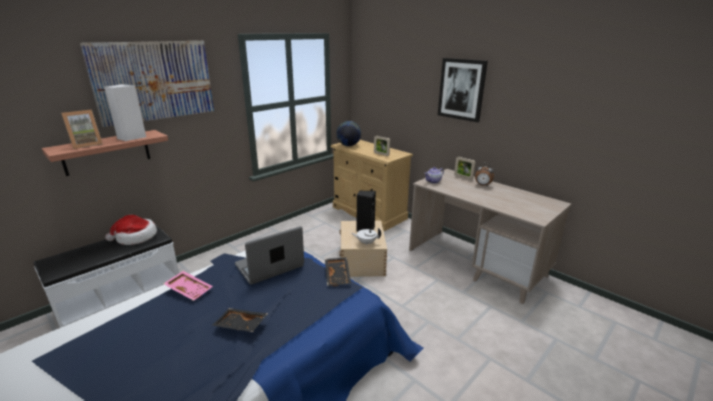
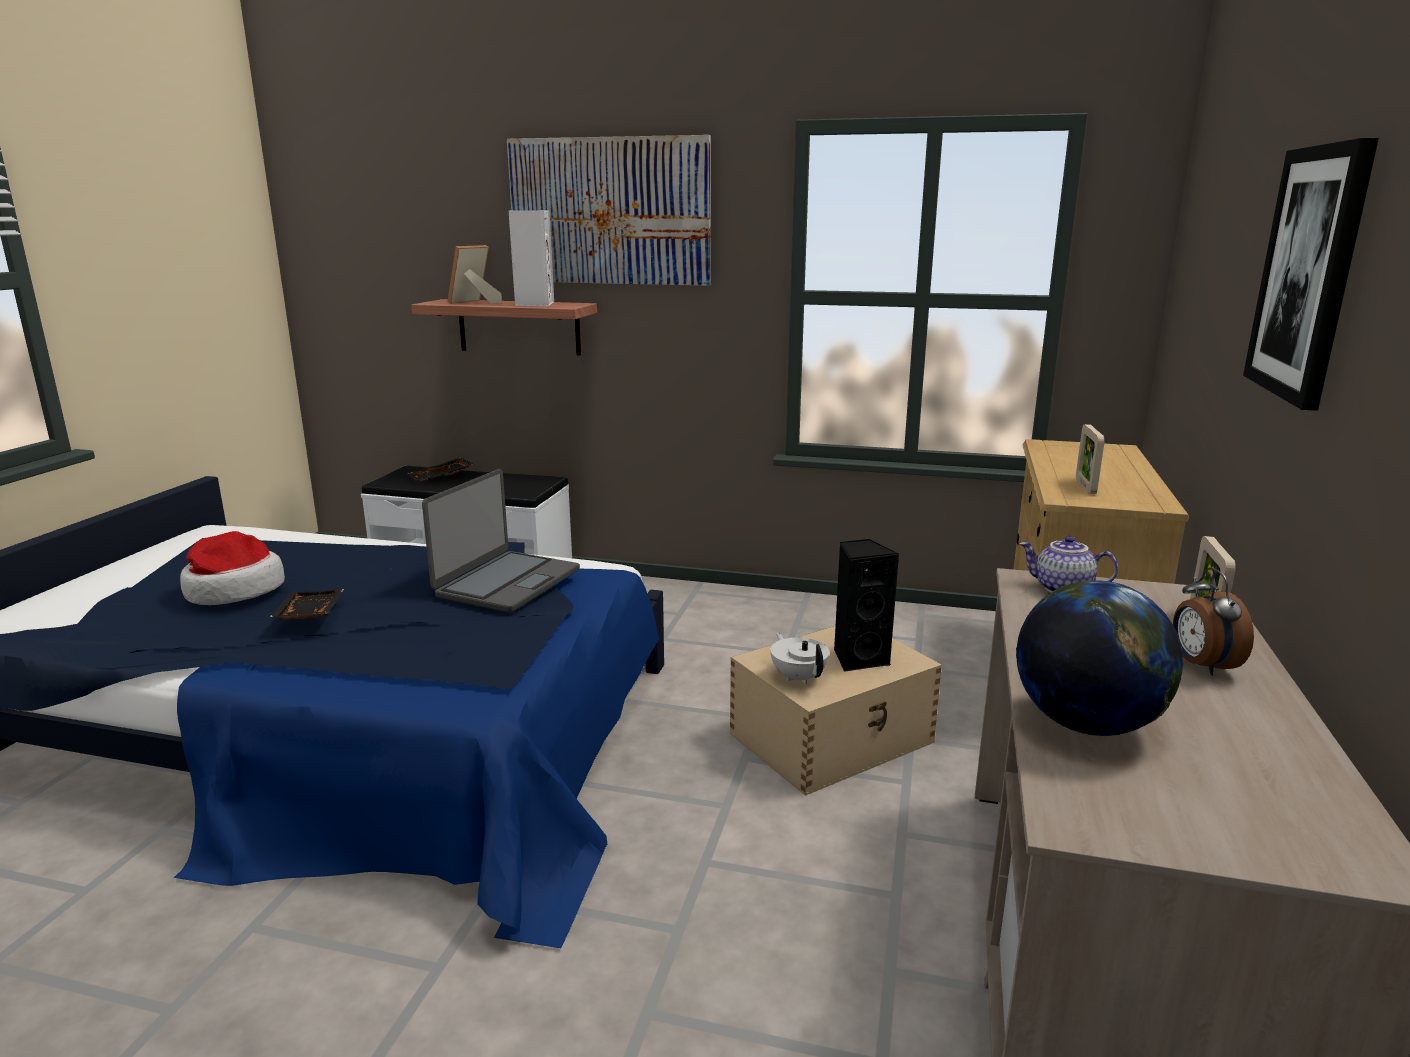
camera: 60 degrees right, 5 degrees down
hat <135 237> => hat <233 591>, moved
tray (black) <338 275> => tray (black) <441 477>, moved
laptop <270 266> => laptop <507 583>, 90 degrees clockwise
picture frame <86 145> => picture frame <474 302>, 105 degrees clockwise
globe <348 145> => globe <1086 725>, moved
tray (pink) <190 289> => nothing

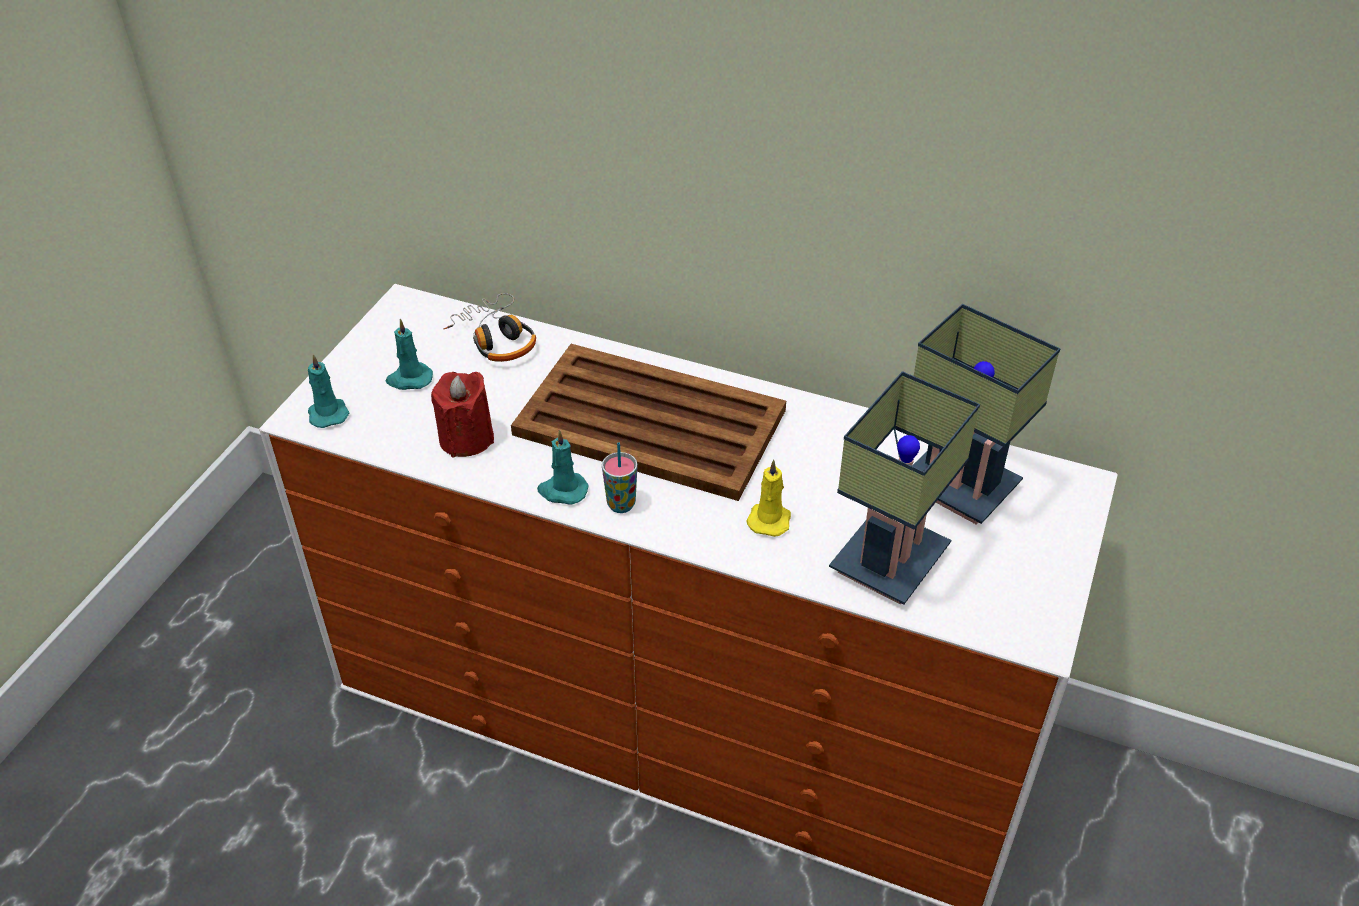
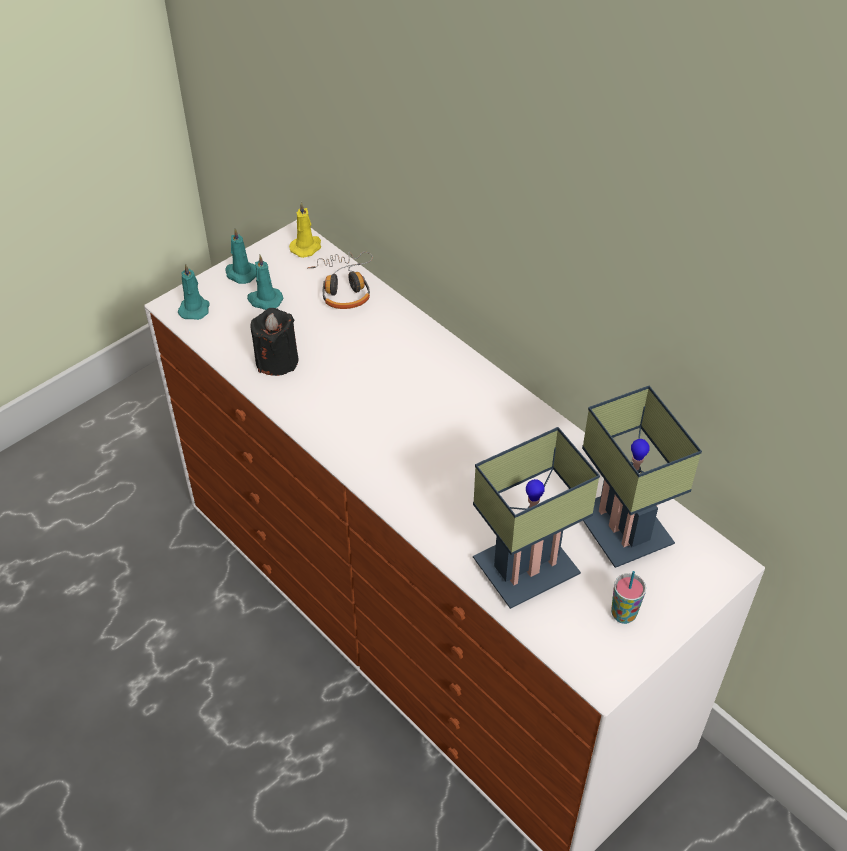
camera: 25 degrees right, 5 degrees up
candle (turquoise) <562 490> => candle (turquoise) <240 273>, moved
candle (red) <466 439> => candle (black) <277 361>
candle (yellow) <769 519> => candle (yellow) <307 247>, moved
cup <621 504> => cup <623 614>, moved
tray (brown) <652 424> => nothing

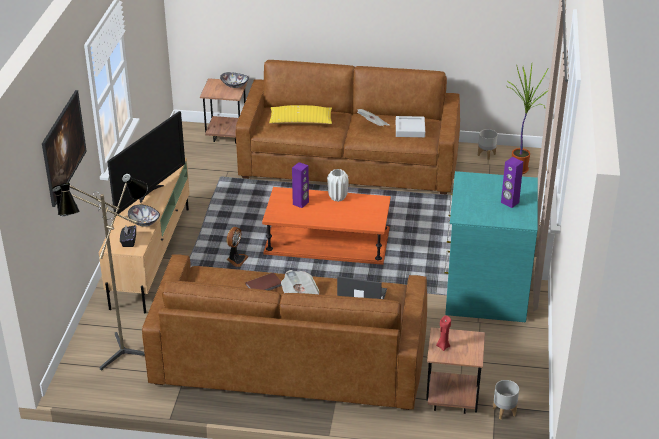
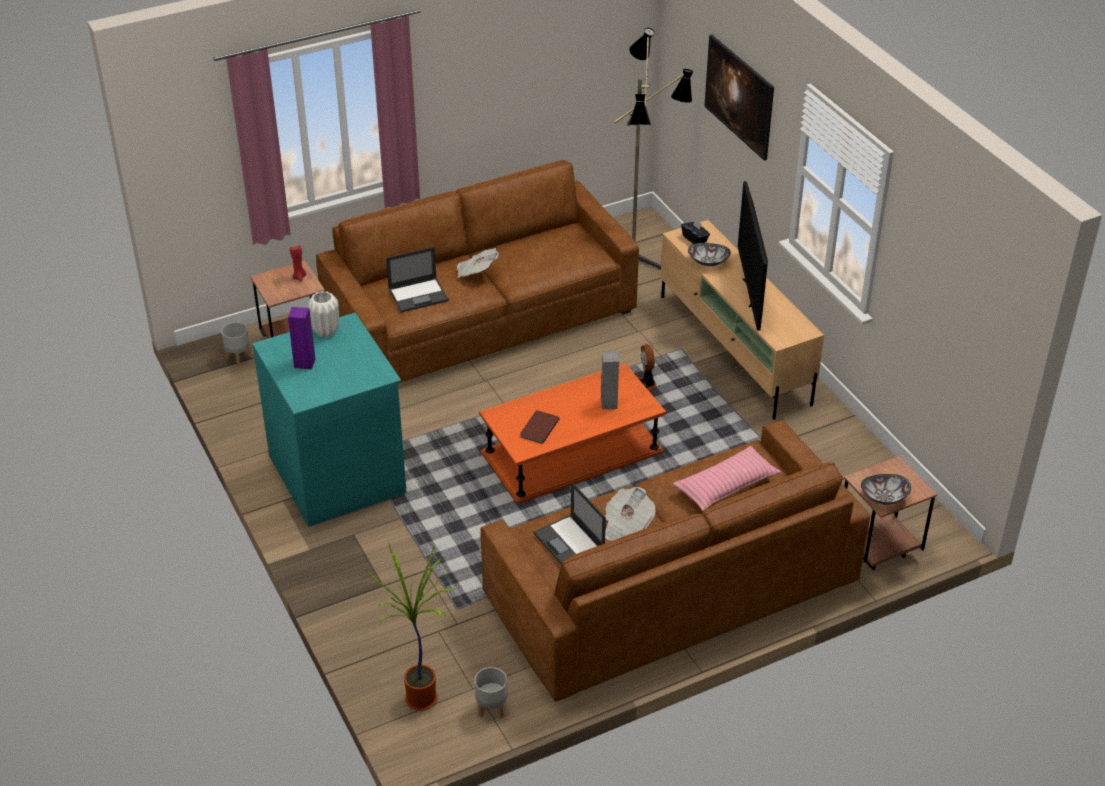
camera: 145 degrees right, 5 degrees up
vase (white) <337 197> => vase (white) <326 332>, moved
book (brown) <265 285> => book (brown) <538 428>, moved
tray (grey) <410 129> => laptop <570 542>
speaker (purple) <301 203> => speaker (grey) <608 403>
pillow (yellow) <301 122> => pillow (pink) <726 486>

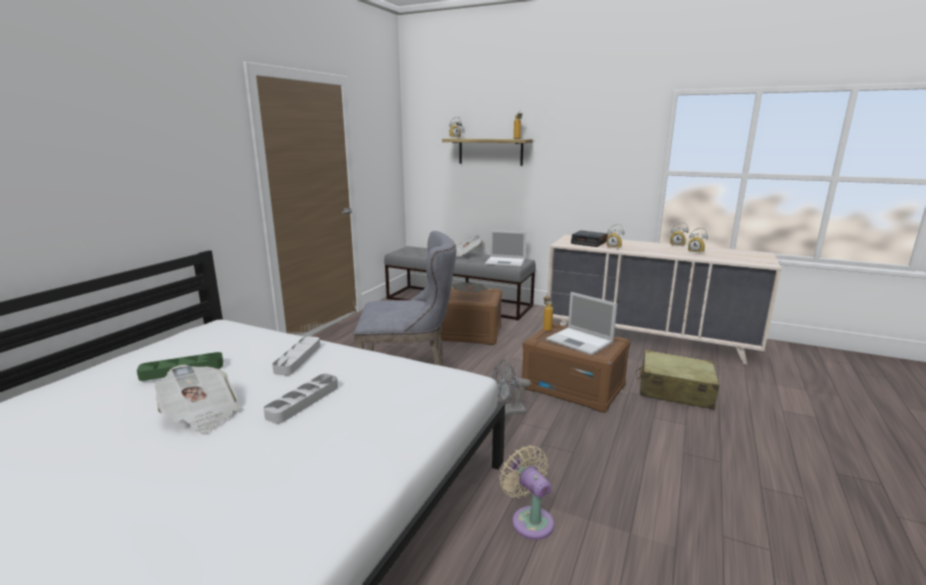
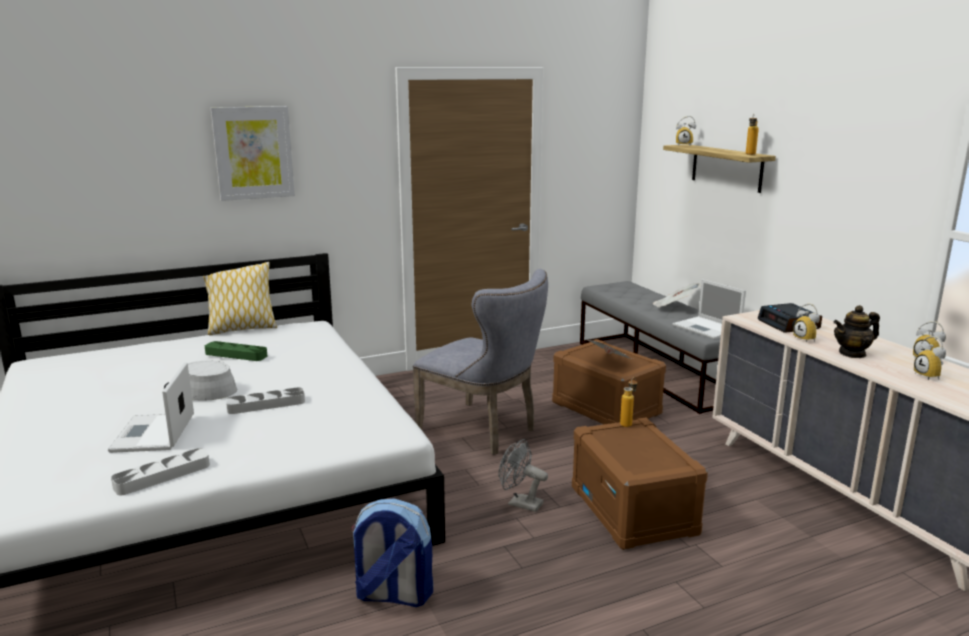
camera: 40 degrees right, 0 degrees up
laptop <580 341> => laptop <153 434>, moved
tray (grey) <298 358> => tray (grey) <162 476>, moved
newspaper <201 415> => hat (grey) <200 390>
nothing => pillow <242 329>
nothing => picture <253 153>
fan (beige) <530 519> => backpack <392 595>
nothing => teapot <852 353>
suitcase (beige) <674 390> => nothing

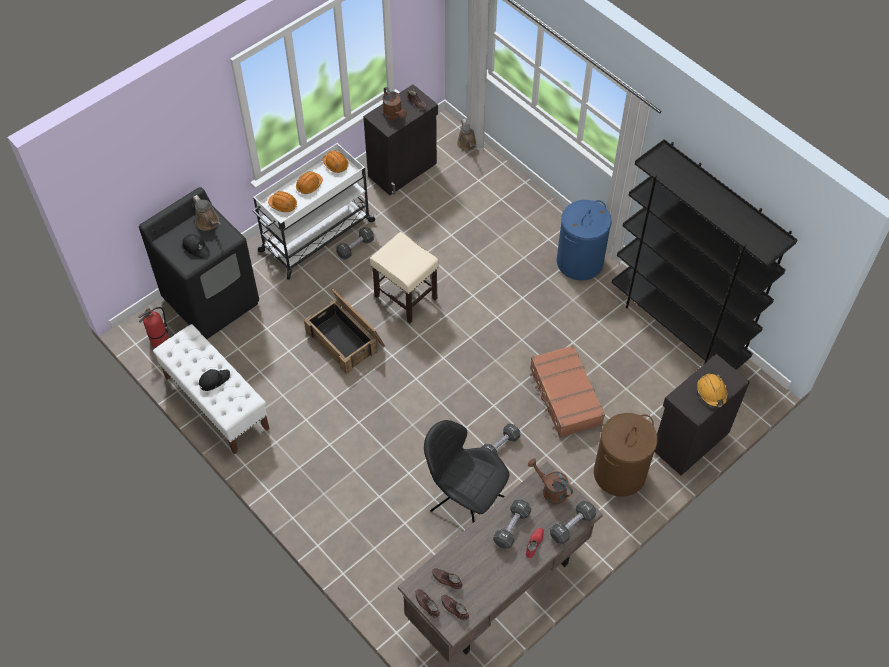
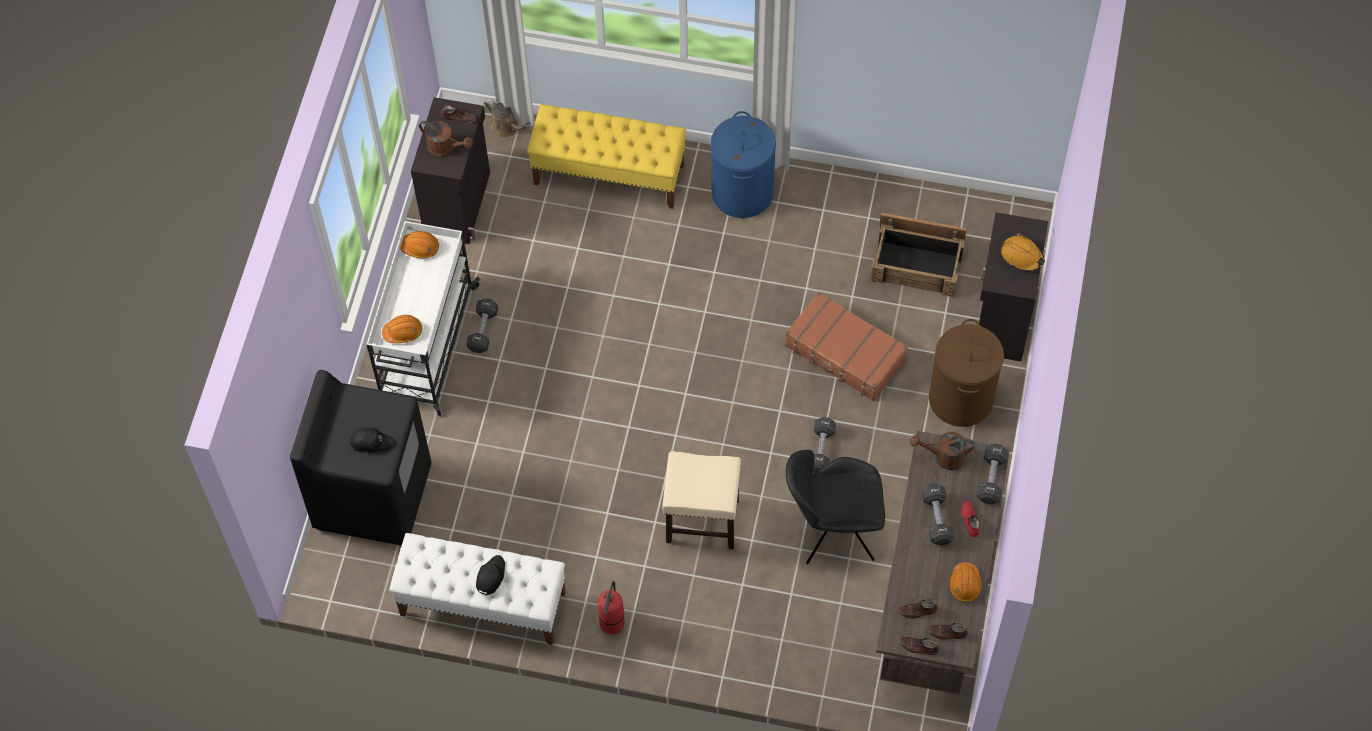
camera: 35 degrees left, 5 degrees up
nothing => bench (yellow) <609 174>
fire extinguisher <160 341> => fire extinguisher <612 623>, moved
stool (beige) <405 297> => stool (beige) <701 521>, moved
crate <346 339> => crate <918 261>, moved
hard hat (orange) <309 185> => hard hat (orange) <965 584>, moved
watering can (brown) <208 223> => nothing
bookcase (black) <678 327> => nothing

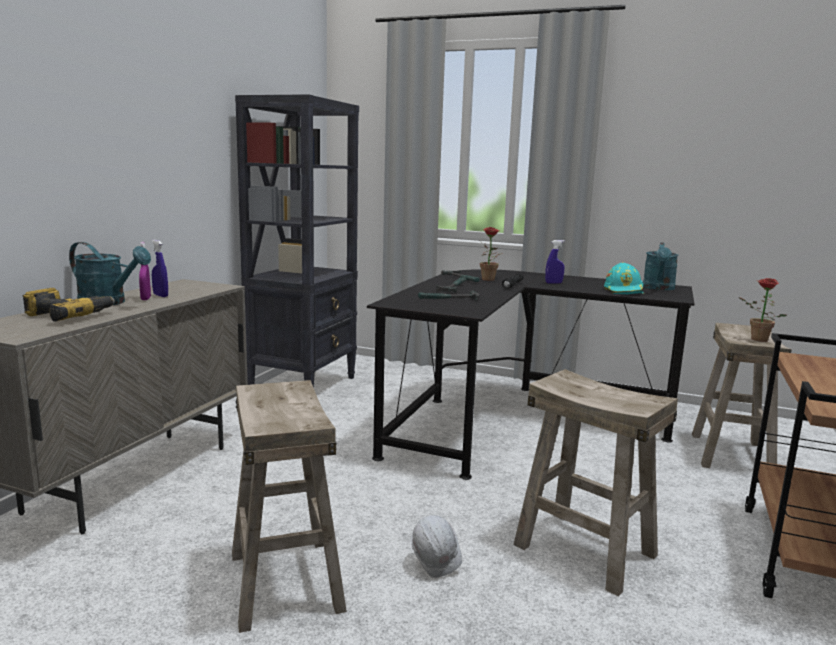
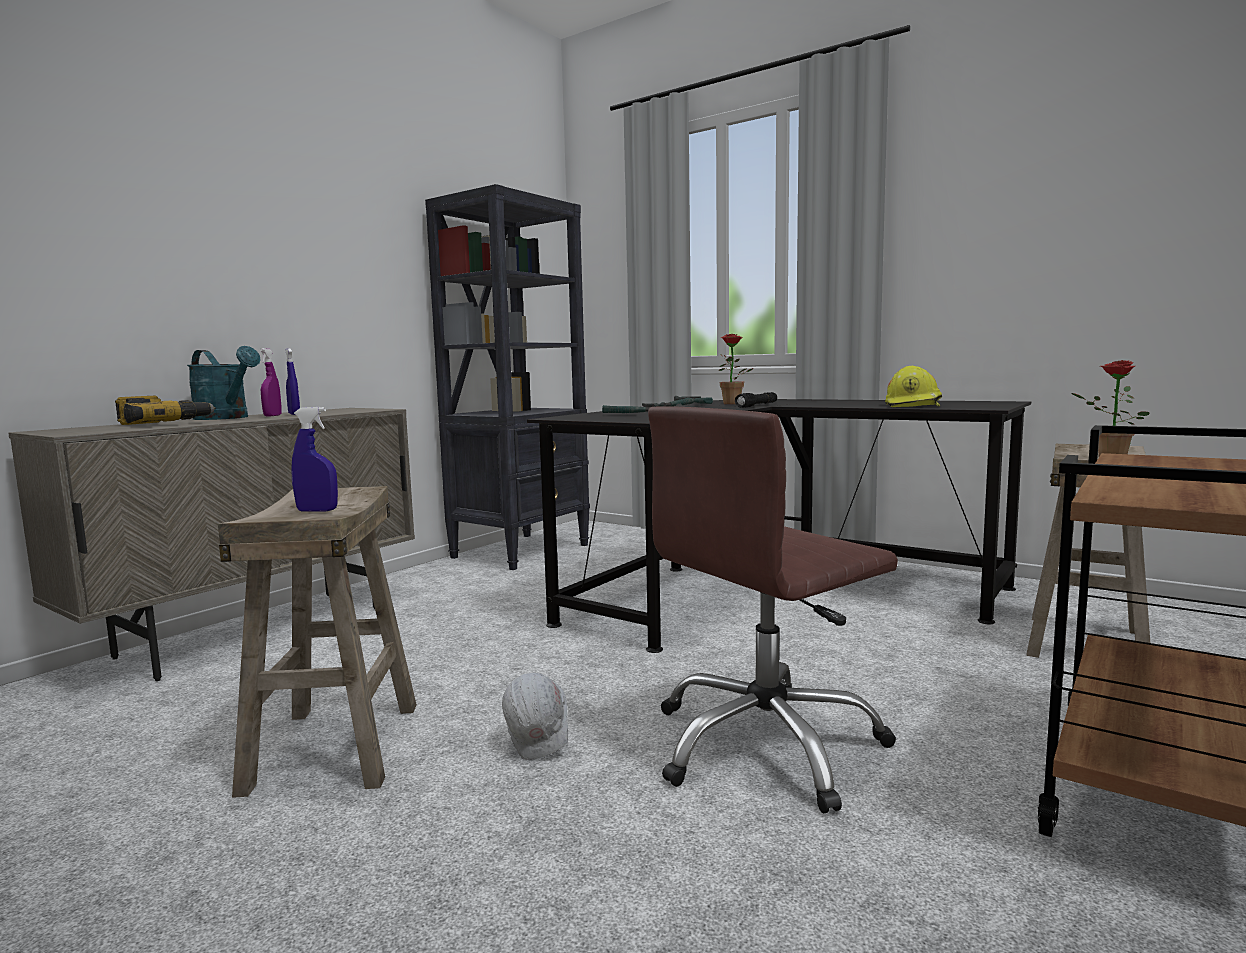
camera: 15 degrees right, 5 degrees down
spray bottle (blue) <553 283> => spray bottle (blue) <317 510>, moved
stool (beige) <583 550> => office chair (brown) <767 745>
hard hat (turquoise) <624 291> => hard hat (yellow) <914 405>
watering can (turquoise) <658 288> => nothing

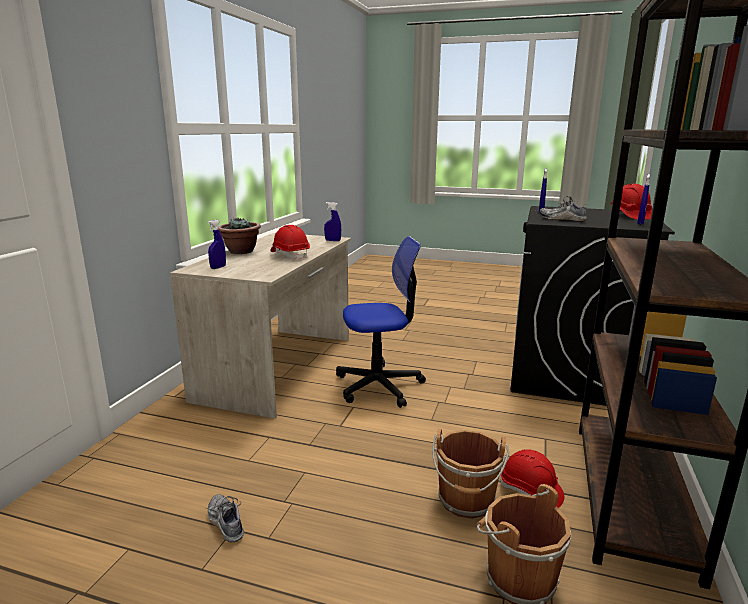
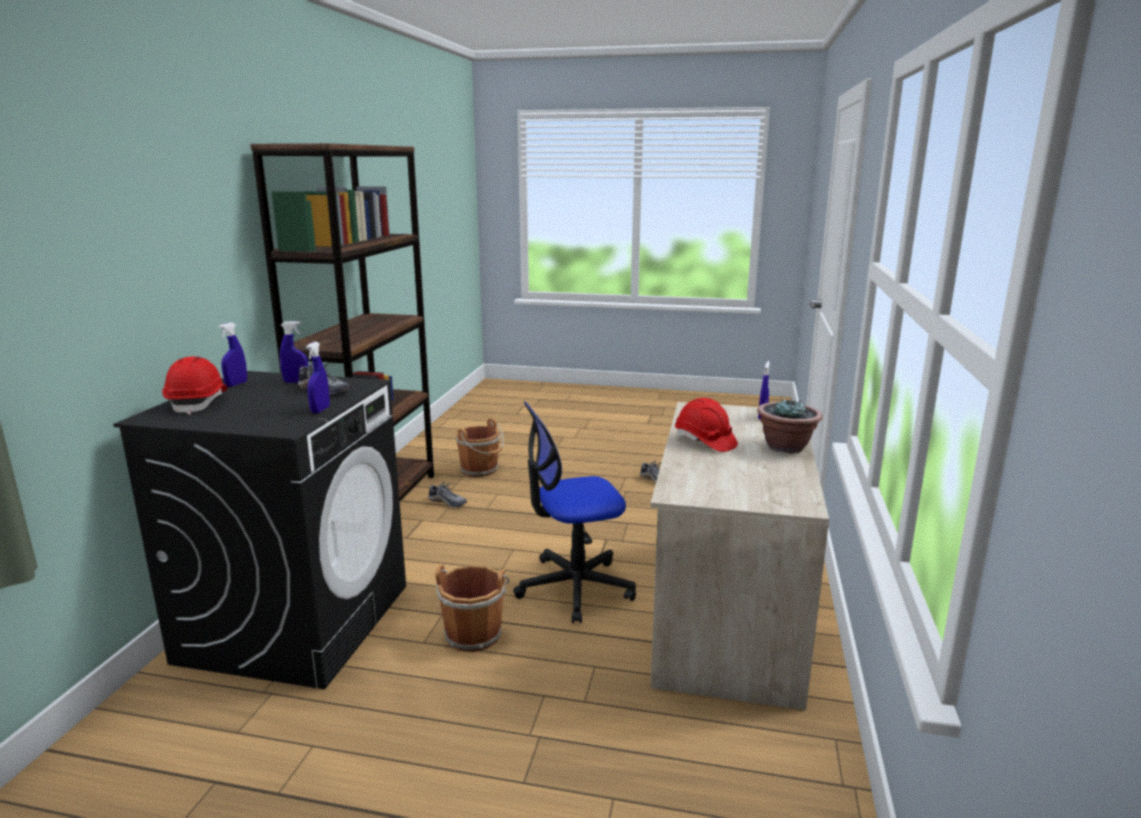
camera: 175 degrees right, 0 degrees up
spray bottle (blue) <333 240> => spray bottle (blue) <296 382>, moved
hard hat (red) <531 491> => shoe <447 502>
bucket (brown) <466 501> => bucket (brown) <473 633>, moved

